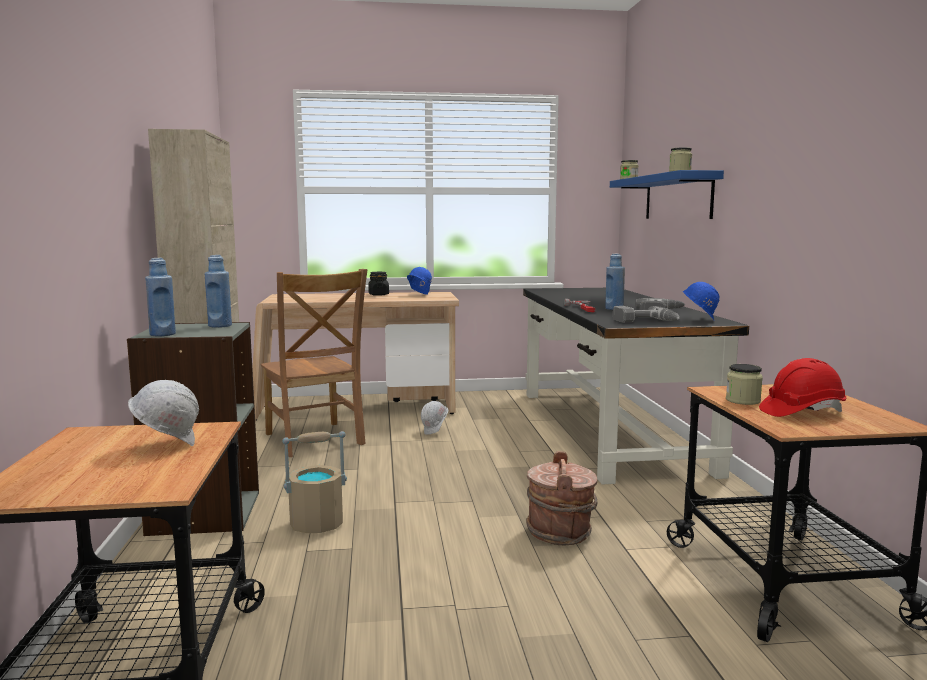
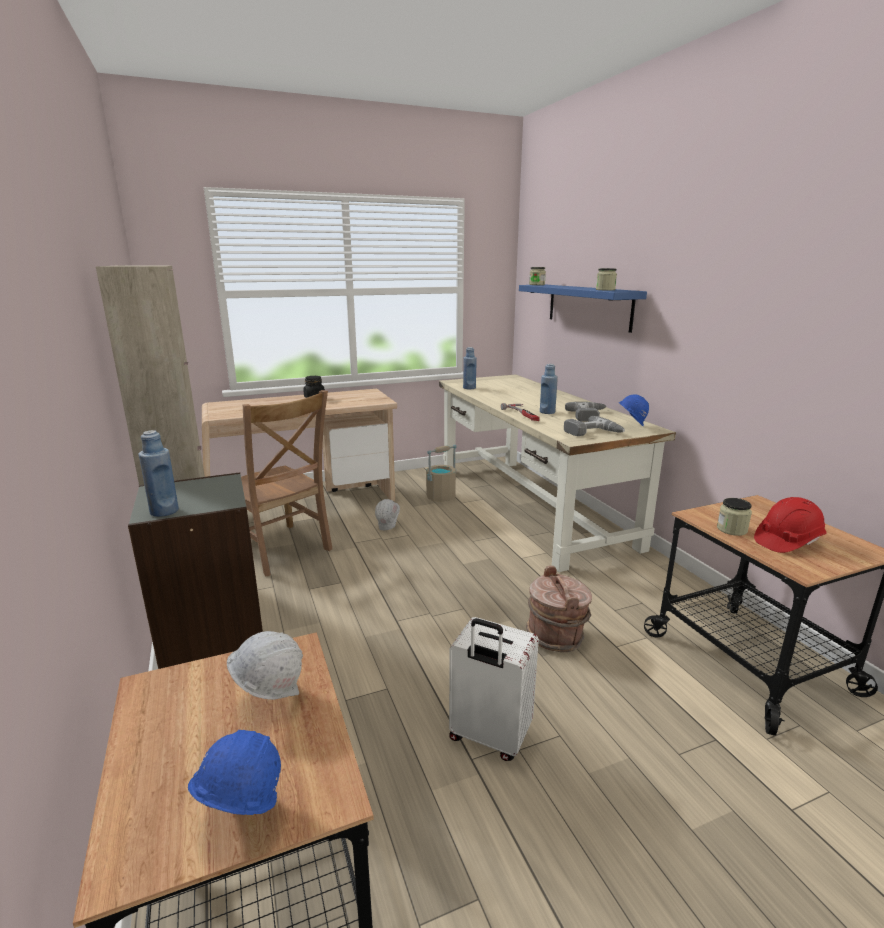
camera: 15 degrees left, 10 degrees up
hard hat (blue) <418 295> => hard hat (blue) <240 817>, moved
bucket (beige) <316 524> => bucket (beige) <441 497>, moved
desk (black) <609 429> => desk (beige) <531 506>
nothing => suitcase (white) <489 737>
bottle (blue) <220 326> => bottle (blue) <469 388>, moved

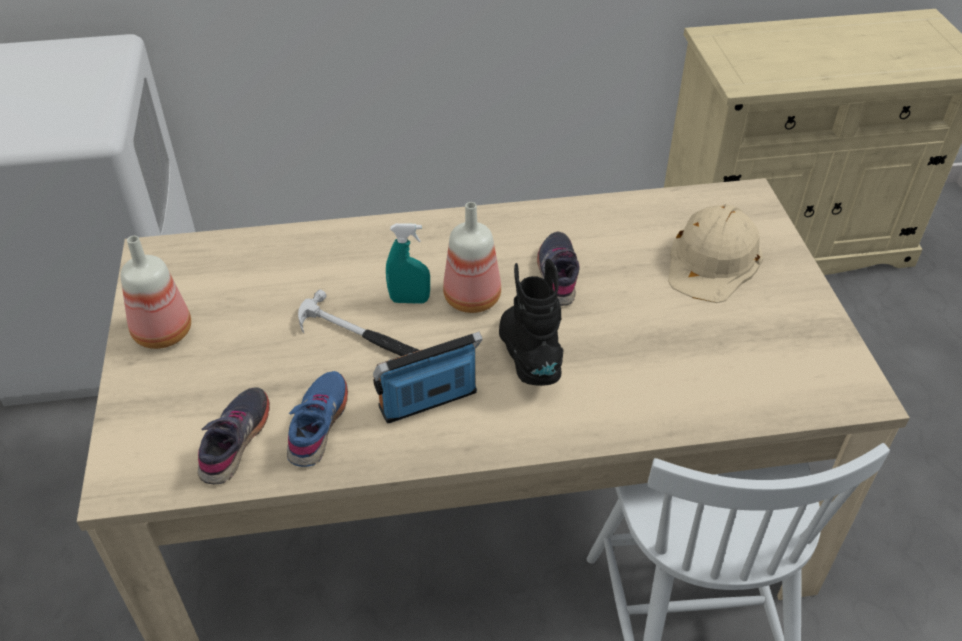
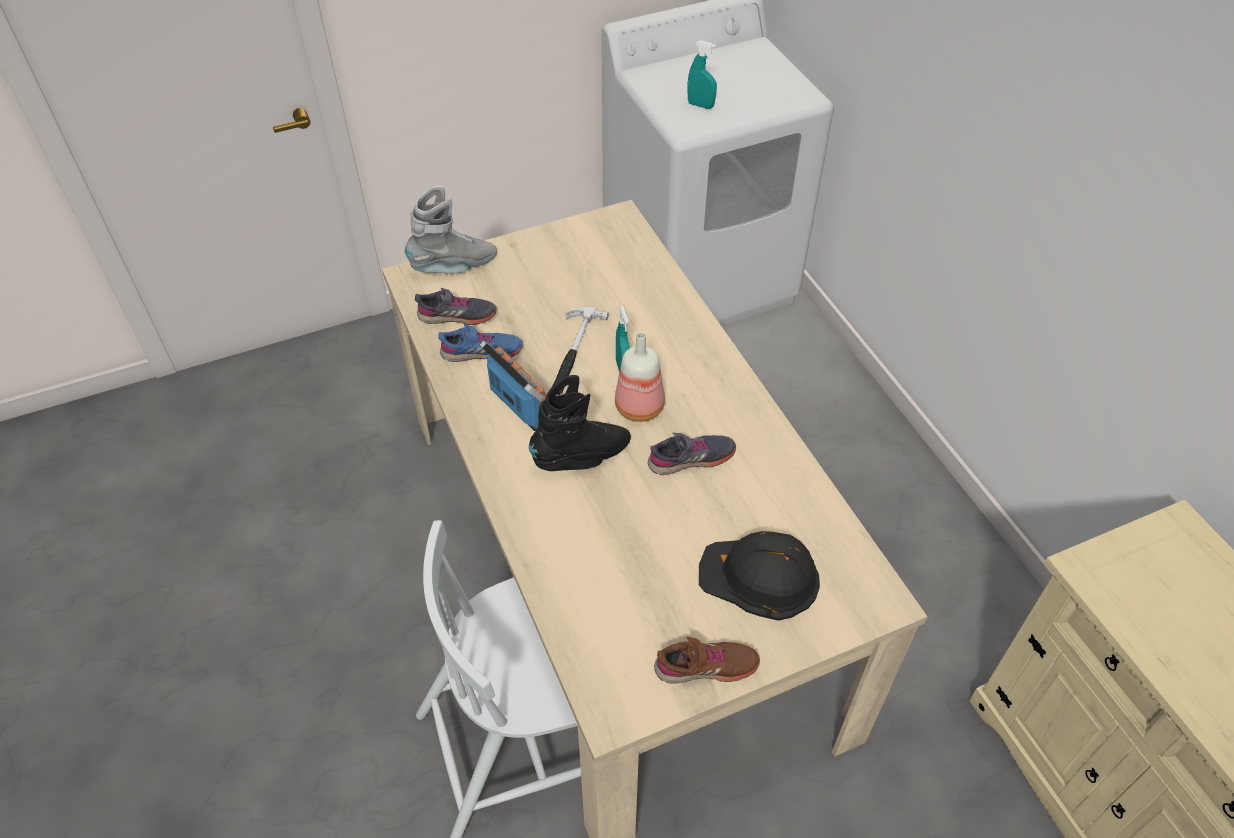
camera: 75 degrees right, 5 degrees up
nothing => boot (grey) <454 267>
nothing => shoe (brown) <706 667>
nothing => spray bottle (turquoise) <700 105>
hard hat (beige) <713 261> => hard hat (black) <760 577>
bottle <161 334> => nothing

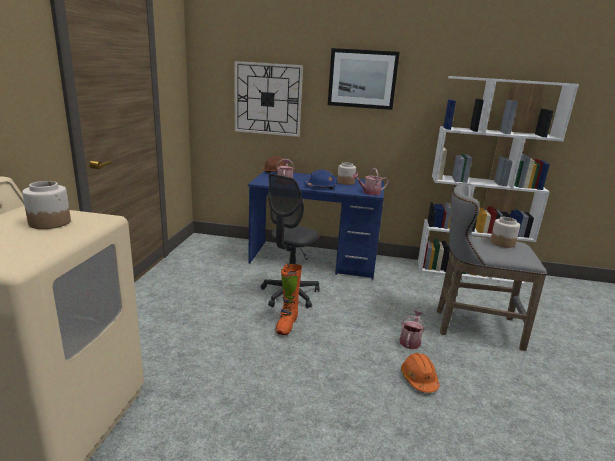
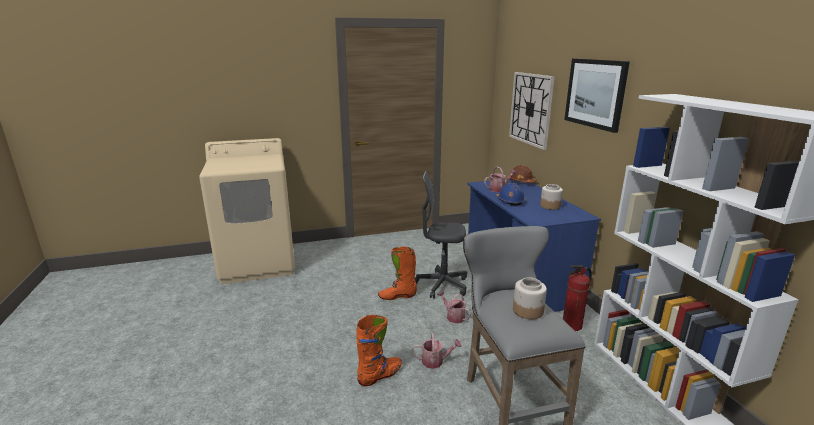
camera: 65 degrees right, 0 degrees up
hard hat (orange) <419 379> => boot (orange) <380 375>
watering can <369 193> => watering can <453 316>, moved
nothing => fire extinguisher <572 325>
jar <50 222> => nothing

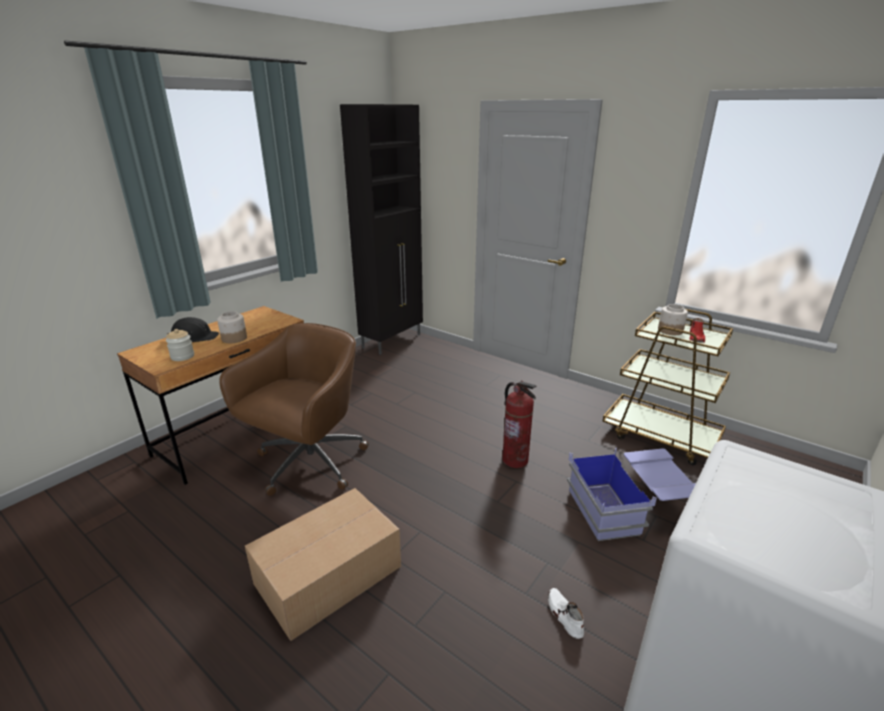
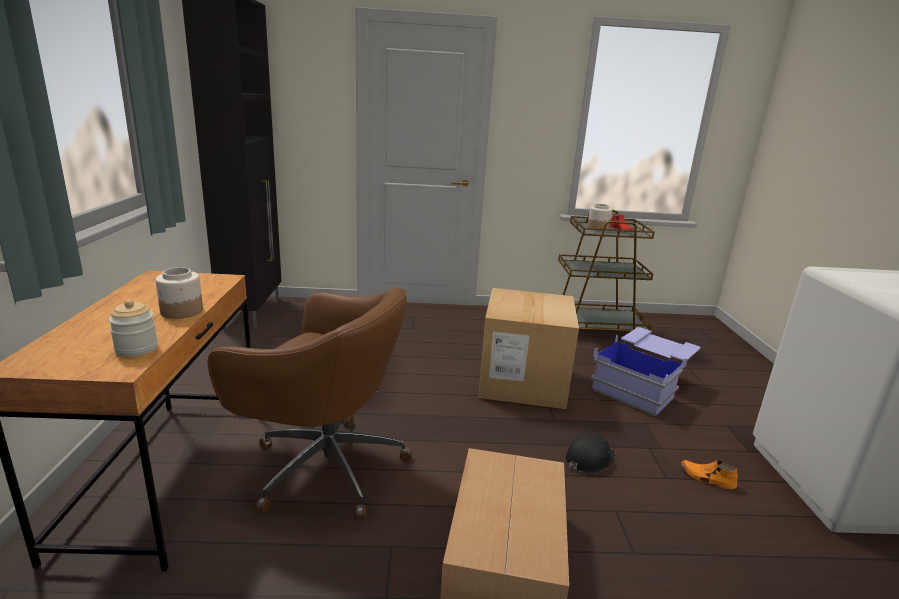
camera: 40 degrees left, 5 degrees down
office chair (brown) <308 464> => office chair (brown) <324 466>, 120 degrees clockwise
fire extinguisher <515 460> => cardboard box <523 382>
hard hat (black) <194 337> => hard hat (black) <588 458>, moved
shoe (white) <564 615> => shoe (orange) <707 478>

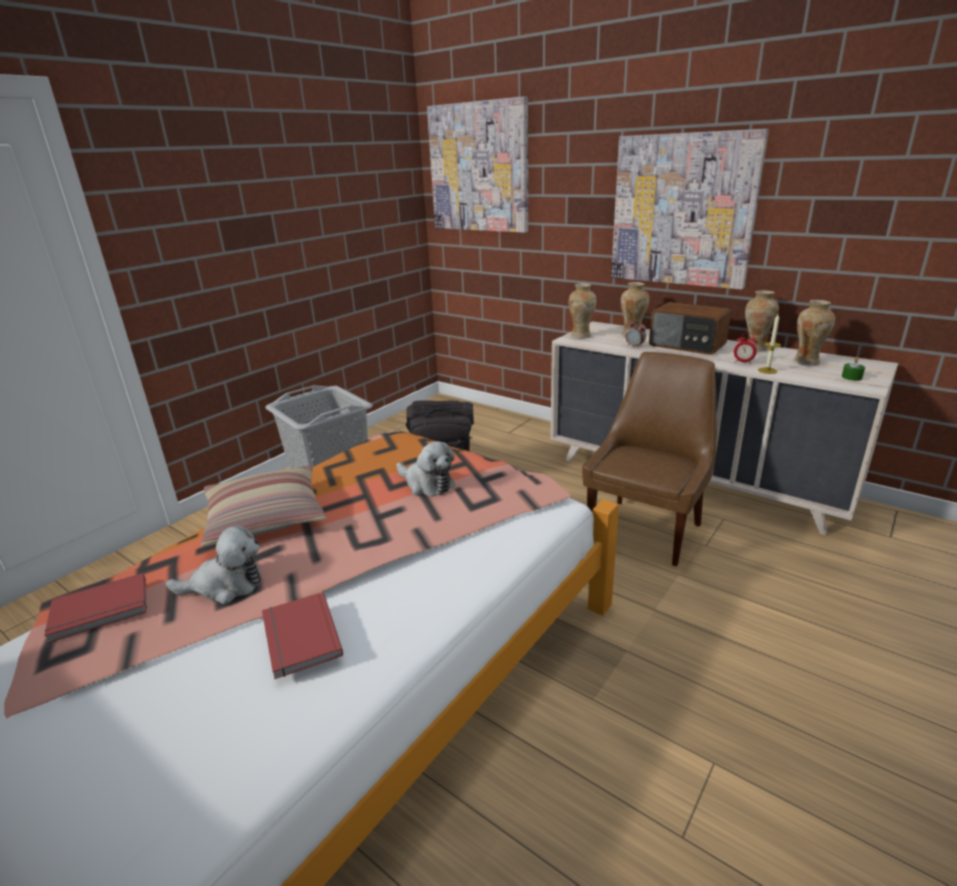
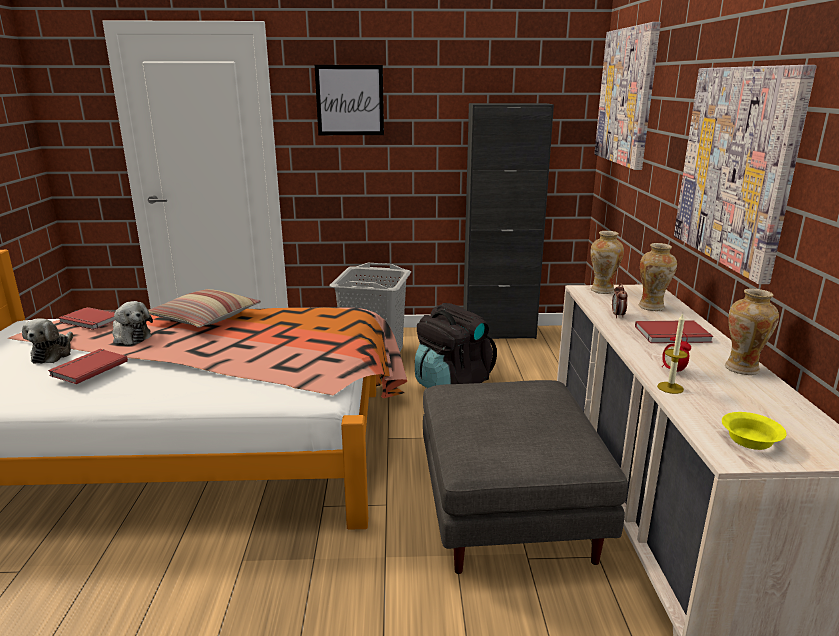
camera: 50 degrees right, 5 degrees down
plush toy <427 484> => plush toy <53 354>, moved
nothing => picture <350 100>
chair (brown) <646 529> => ottoman (grey) <509 510>
nothing => cabinet (black) <498 333>
radio <687 345> => book (red) <673 335>
candle (green) <851 377> => bowl (yellow) <749 441>
vase <807 362> => nothing

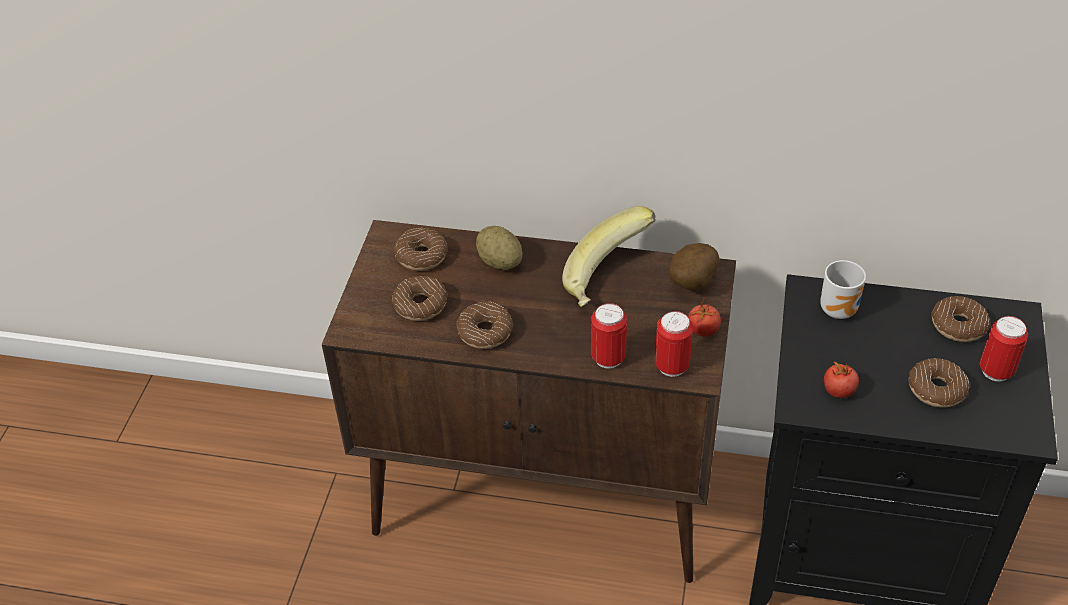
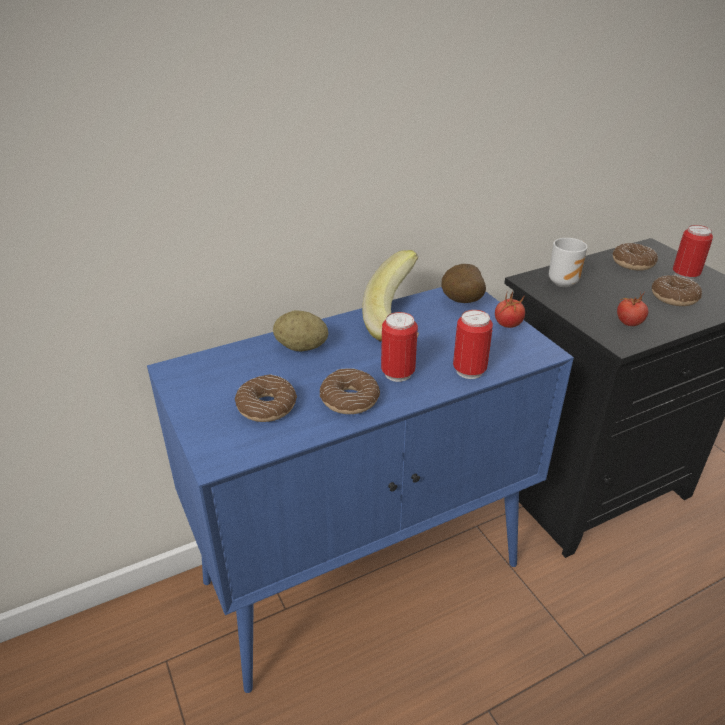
camera: 40 degrees left, 10 degrees down
cabinet (brown) <546 501> => cabinet (blue) <364 572>
can <672 366> => can <398 373>, moved
donut <421 256> => nothing

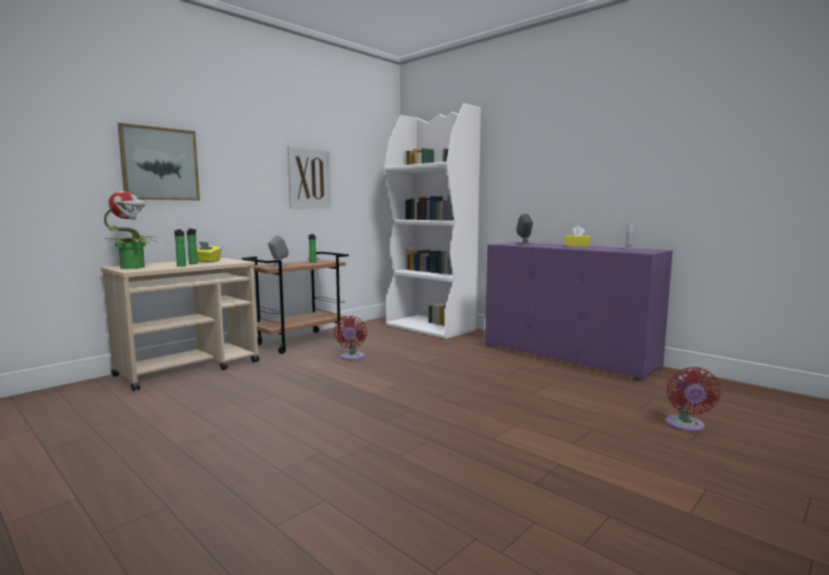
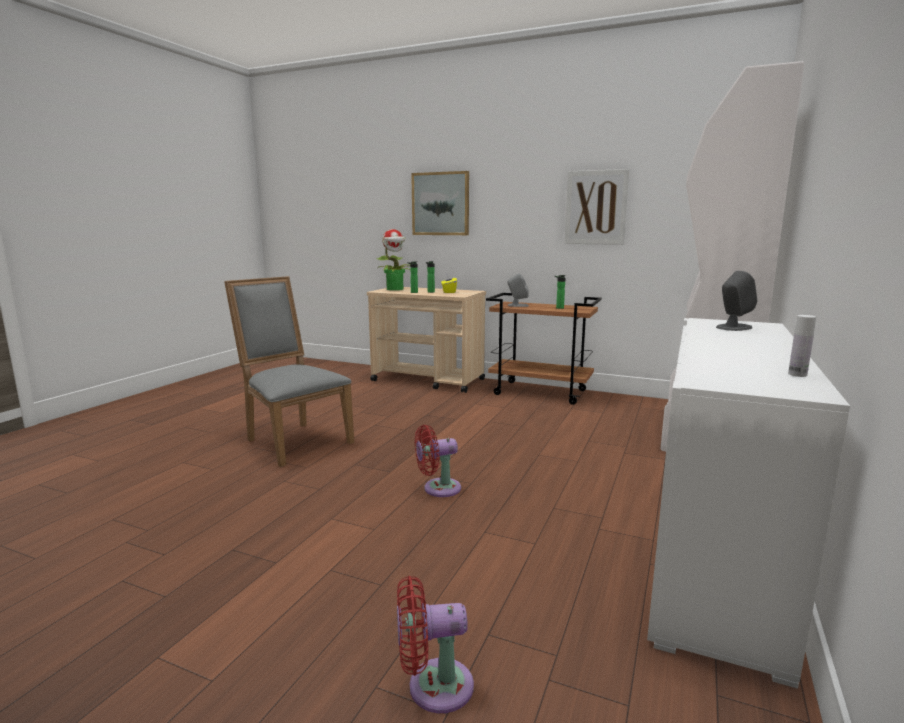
camera: 70 degrees right, 5 degrees up
nothing => chair (grey) <294 440>
fan (red) <352 357> => fan (red) <438 489>, moved
cabinet (purple) <567 356> => cabinet (white) <714 553>
tissue box (yellow) <577 246> => nothing

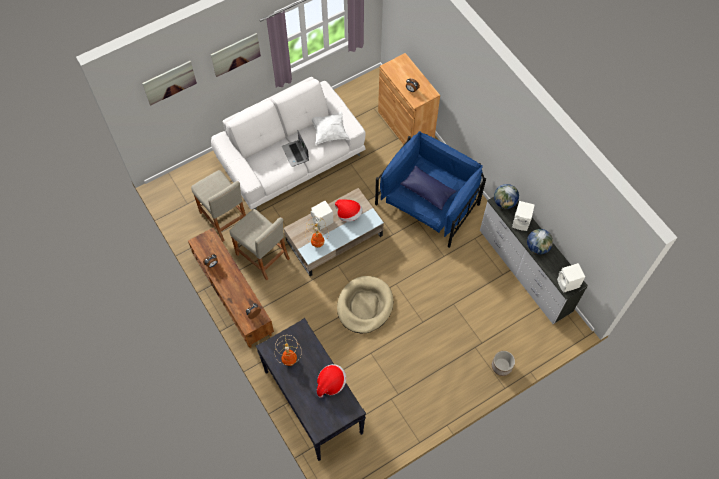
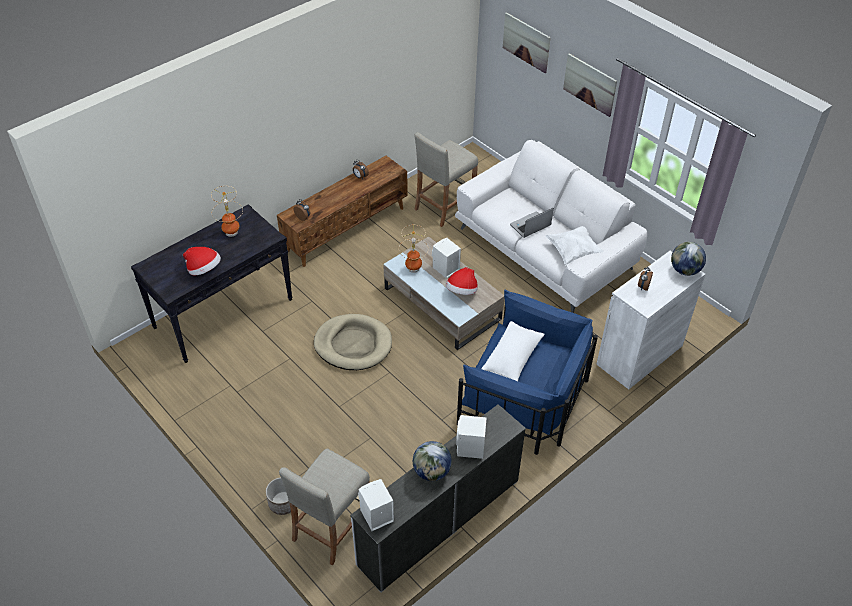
camera: 80 degrees right, 15 degrees down
stool (beige) <262 256> => stool (beige) <331 527>, moved
pillow (blue) <427 191> => pillow (white) <512 358>
cabinet (brown) <405 125> => cabinet (white) <639 355>
globe <504 202> => globe <684 270>, moved

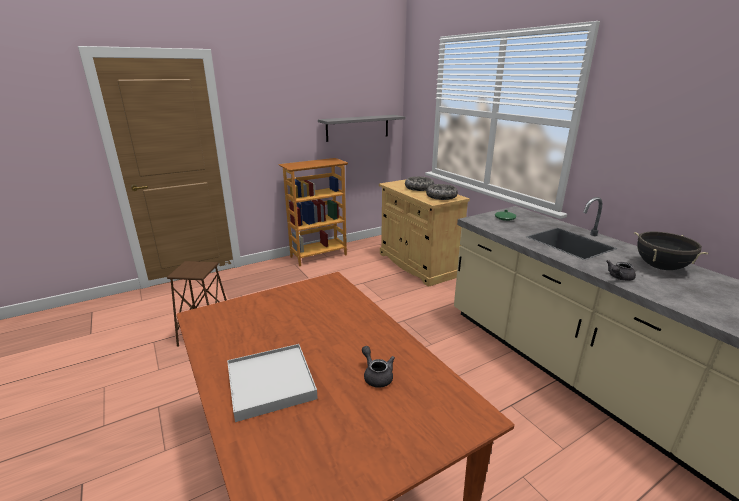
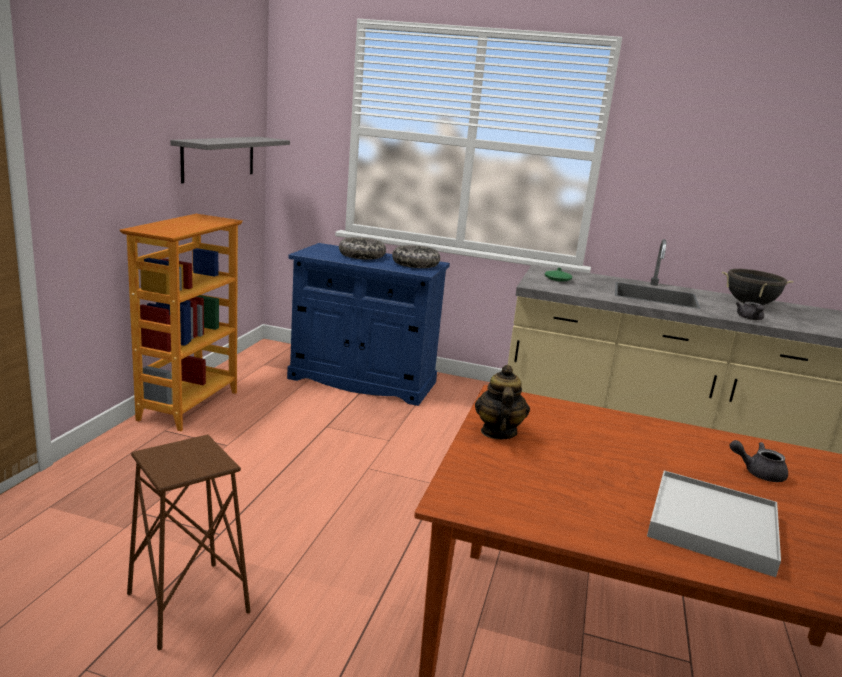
camera: 45 degrees left, 5 degrees down
cabinet (beige) <417 264> => cabinet (blue) <362 380>
nothing => teapot <498 432>

